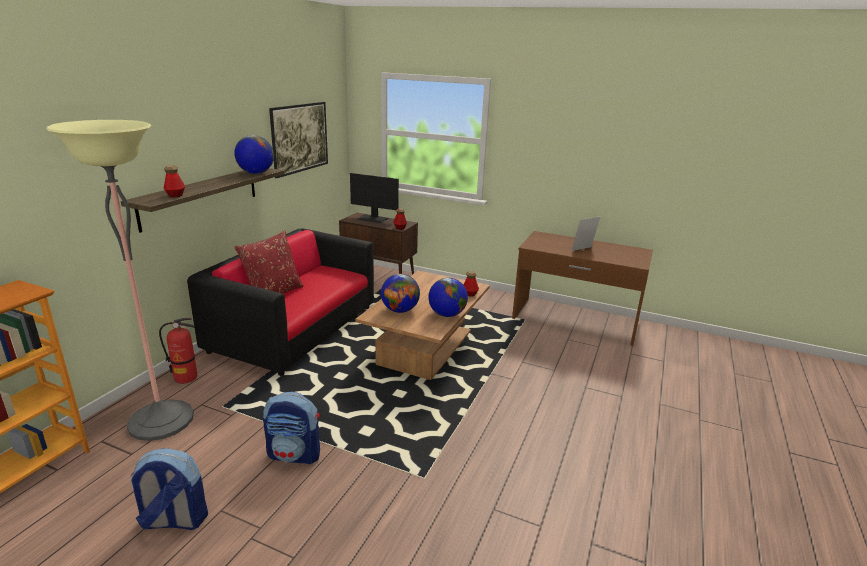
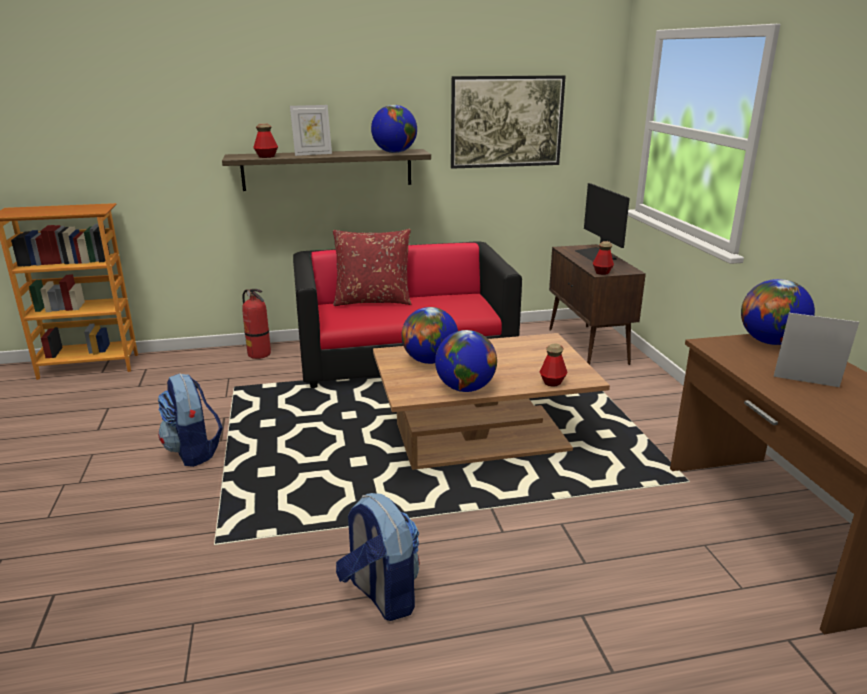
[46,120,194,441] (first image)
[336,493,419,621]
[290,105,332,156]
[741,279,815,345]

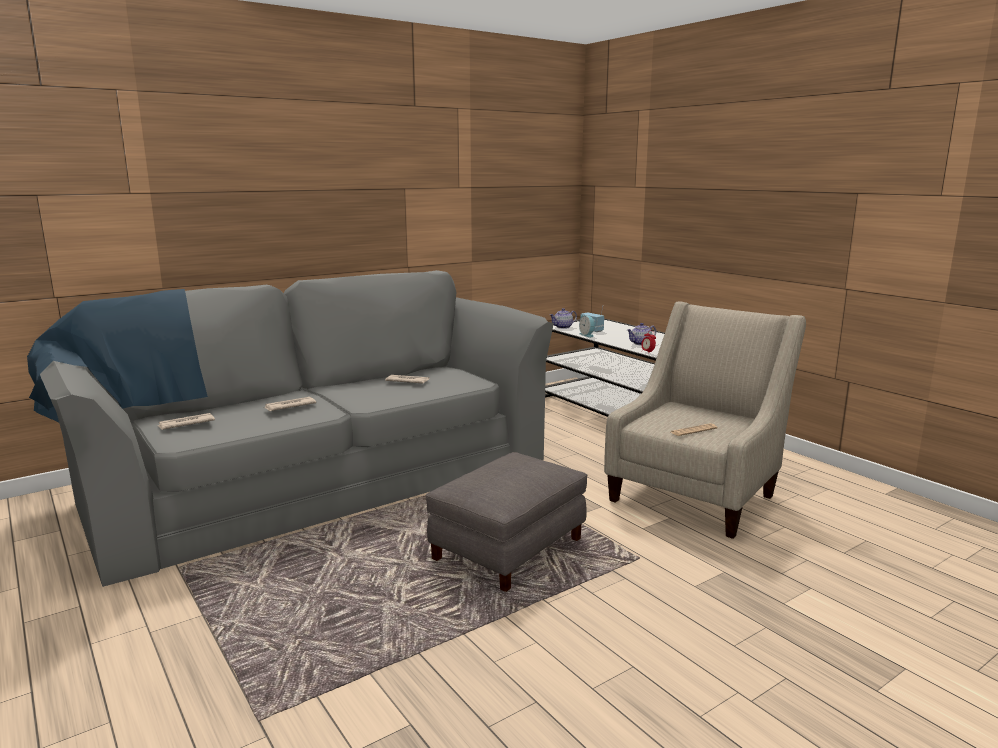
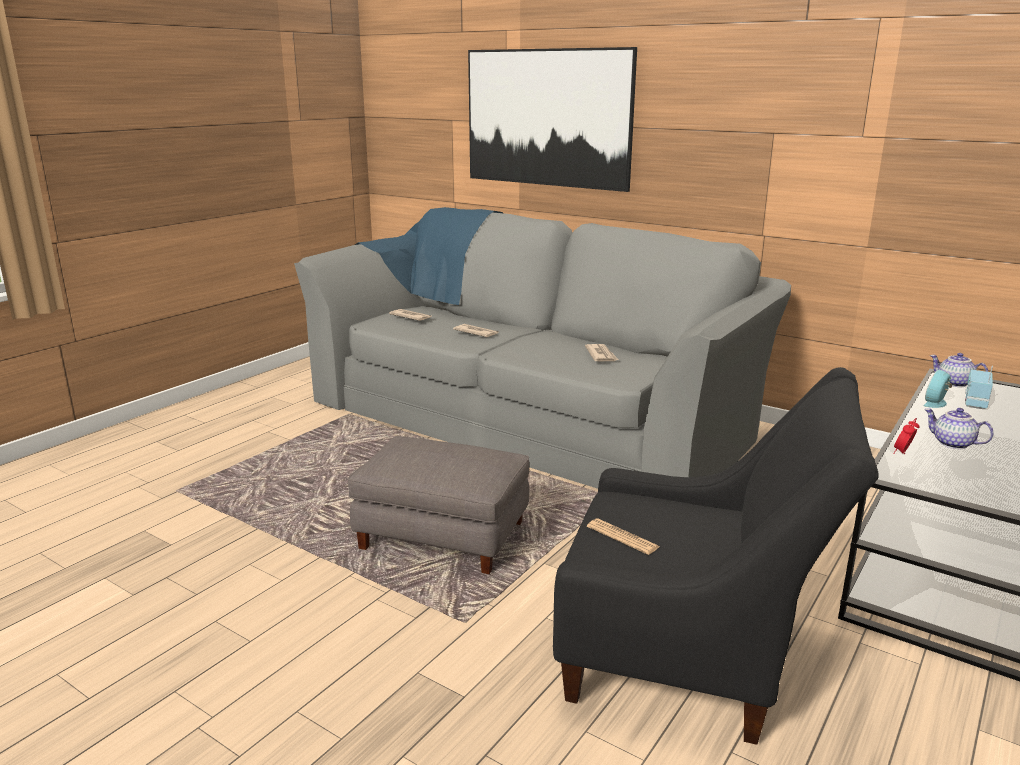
[553,367,879,745]
[468,47,637,192]

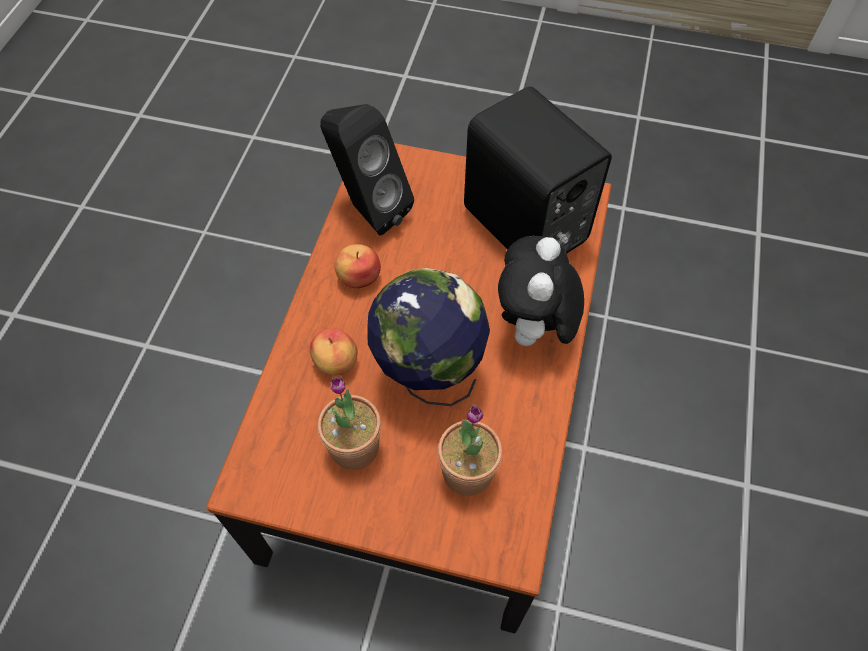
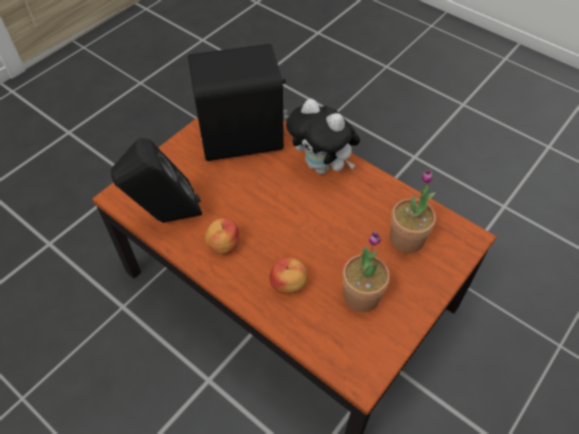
[367,268,490,406] (first image)

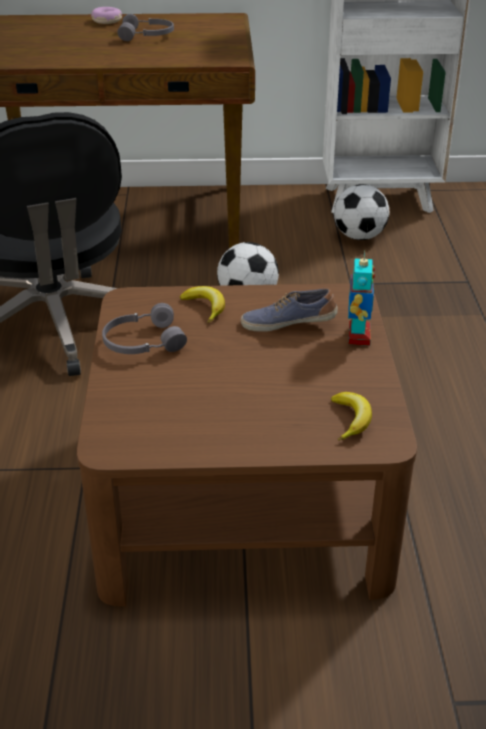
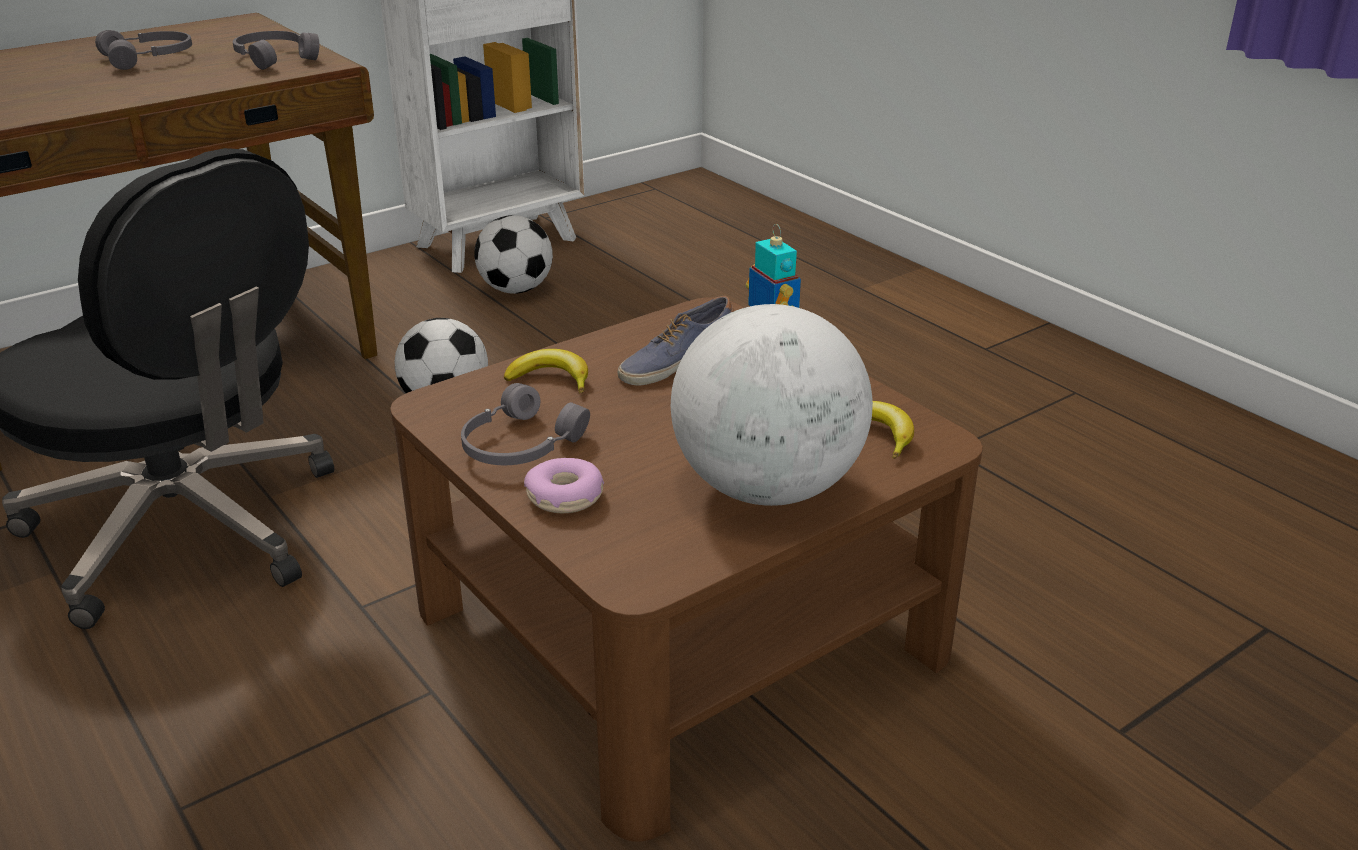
[524,458,604,513]
[233,31,319,70]
[671,304,873,506]

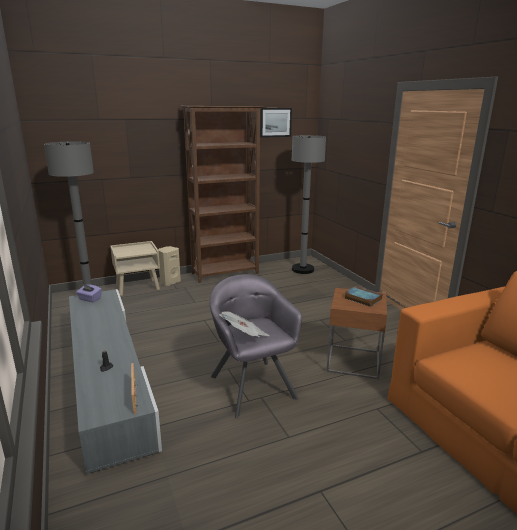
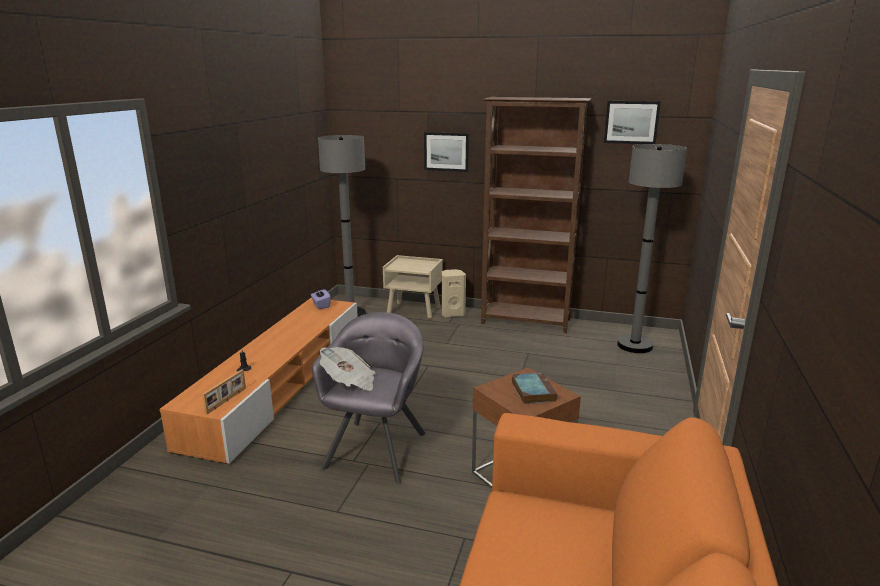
[159,298,358,464]
[424,132,469,172]

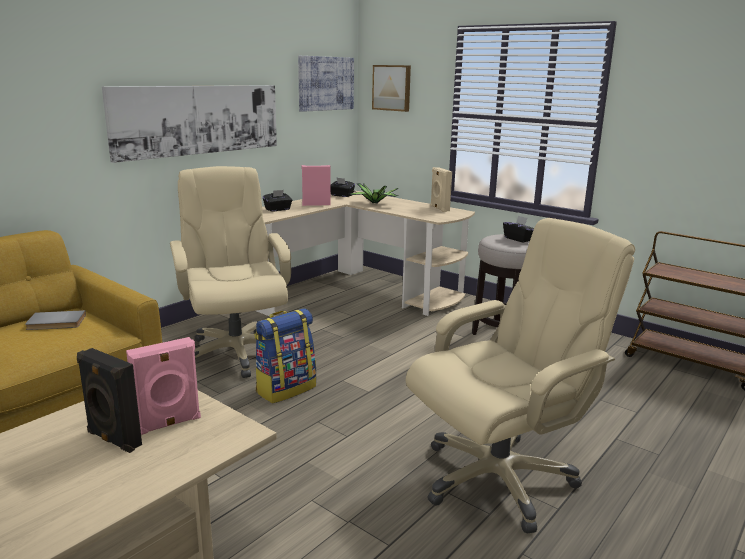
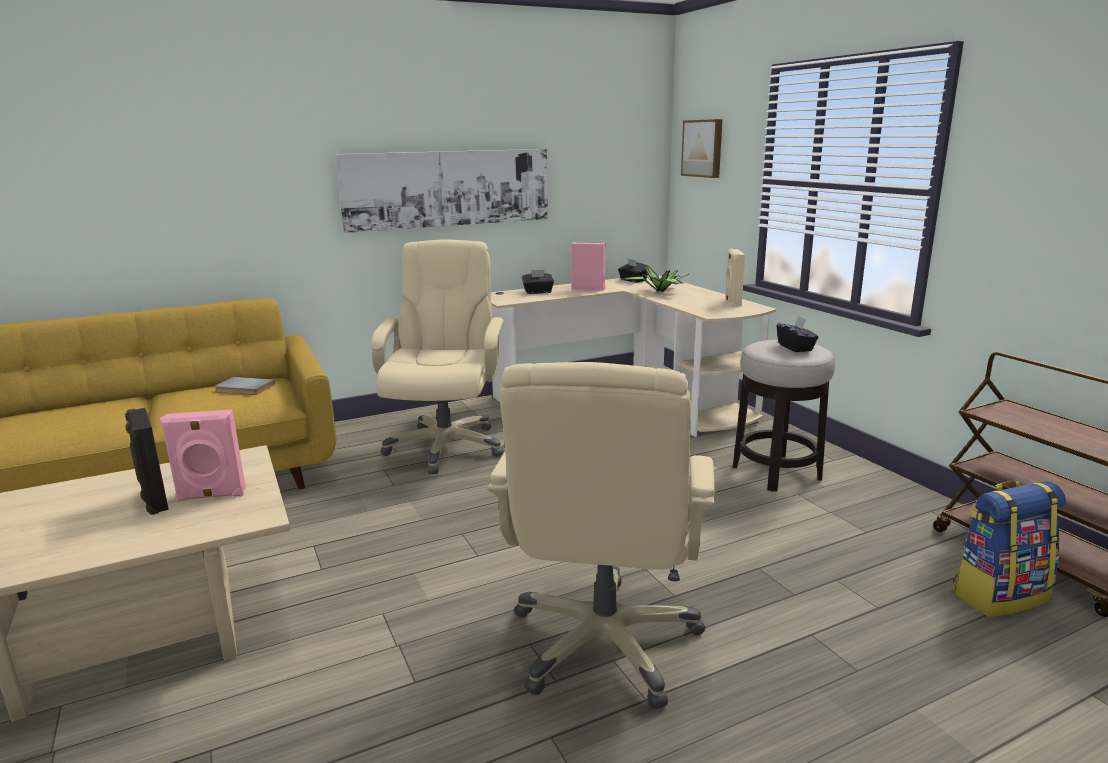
[953,481,1066,617]
[298,56,354,112] (first image)
[487,362,715,710]

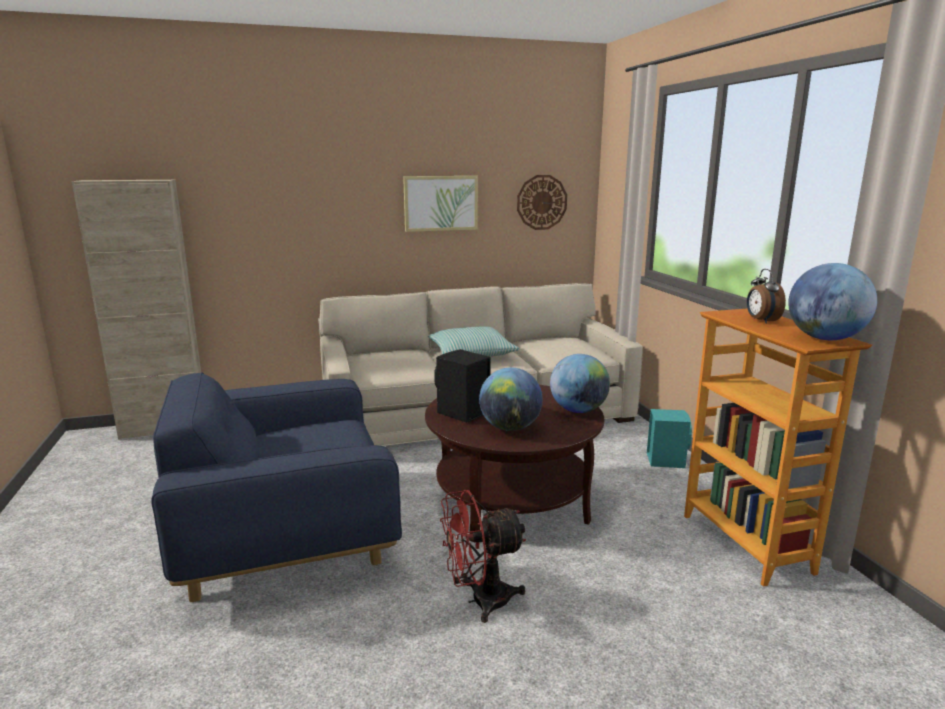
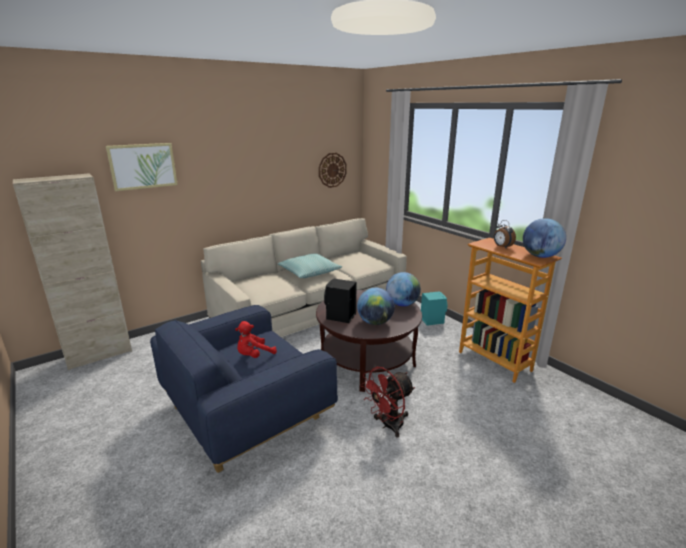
[106,143,178,191]
[235,321,277,358]

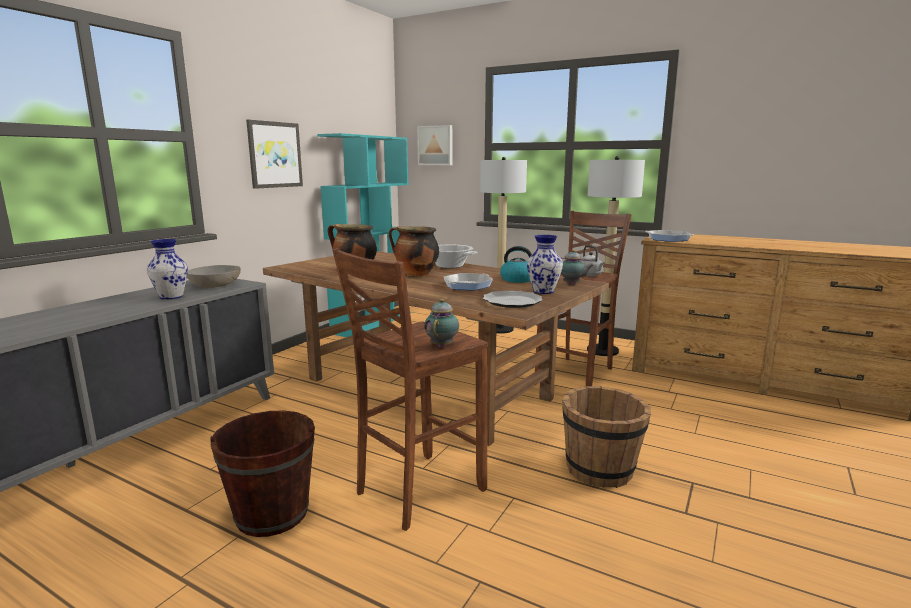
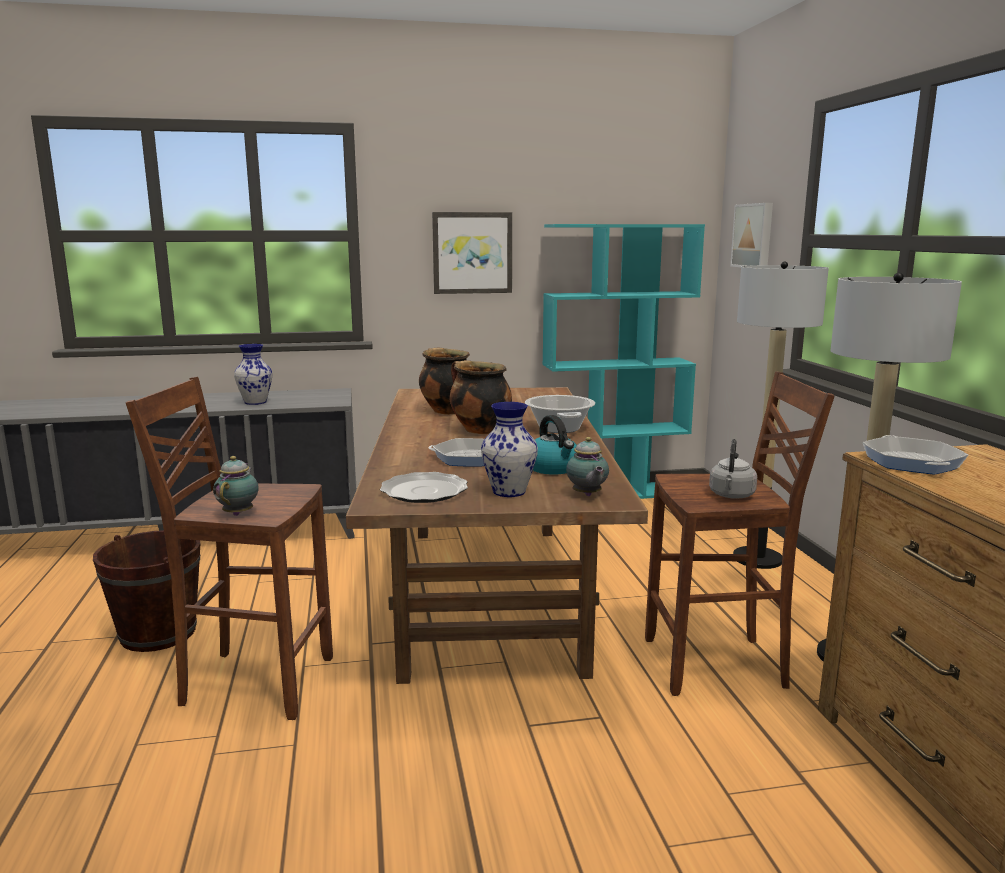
[187,265,241,288] (first image)
[213,456,259,516]
[562,386,651,488] (first image)

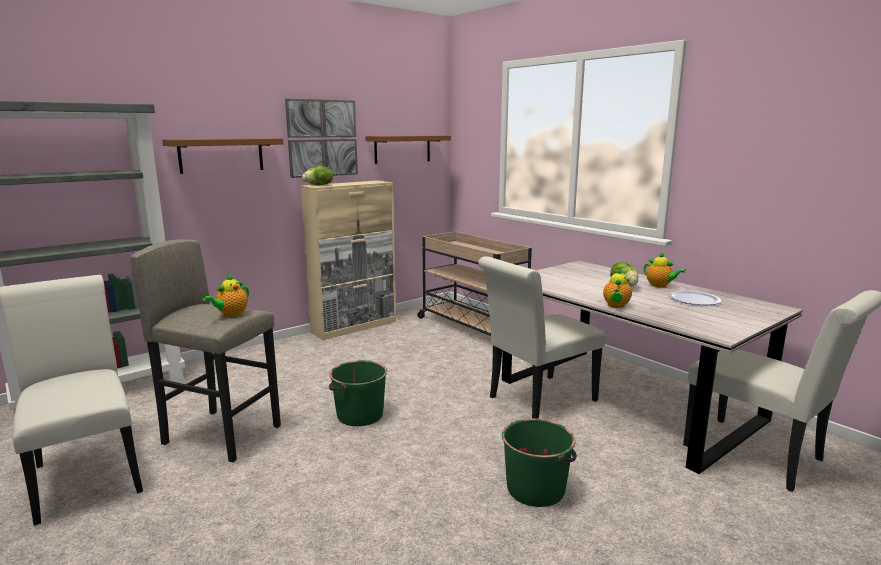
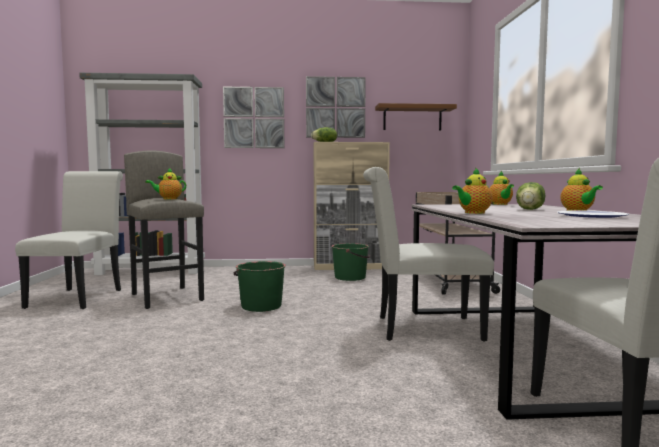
[223,86,284,148]
[331,243,370,281]
[490,171,514,205]

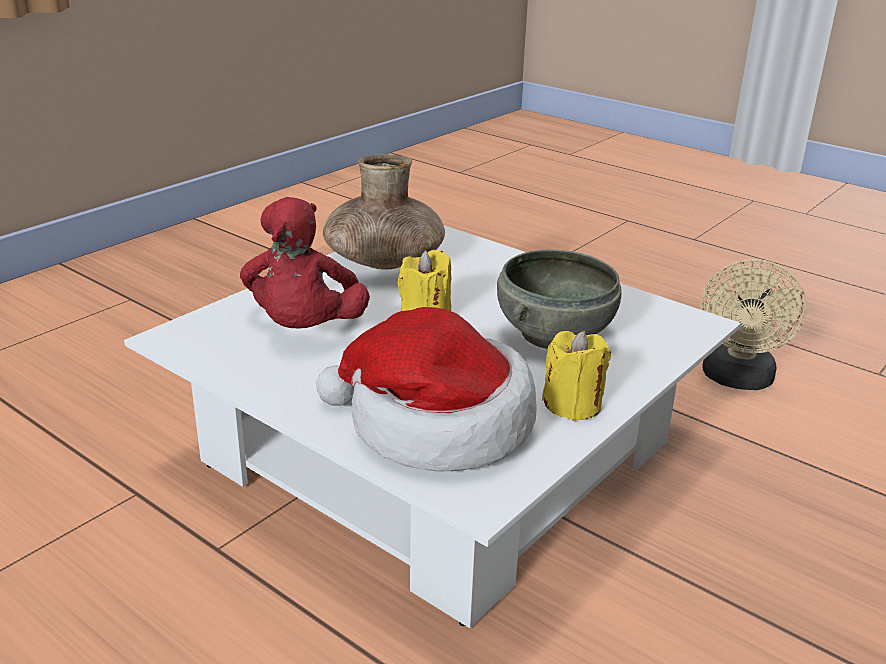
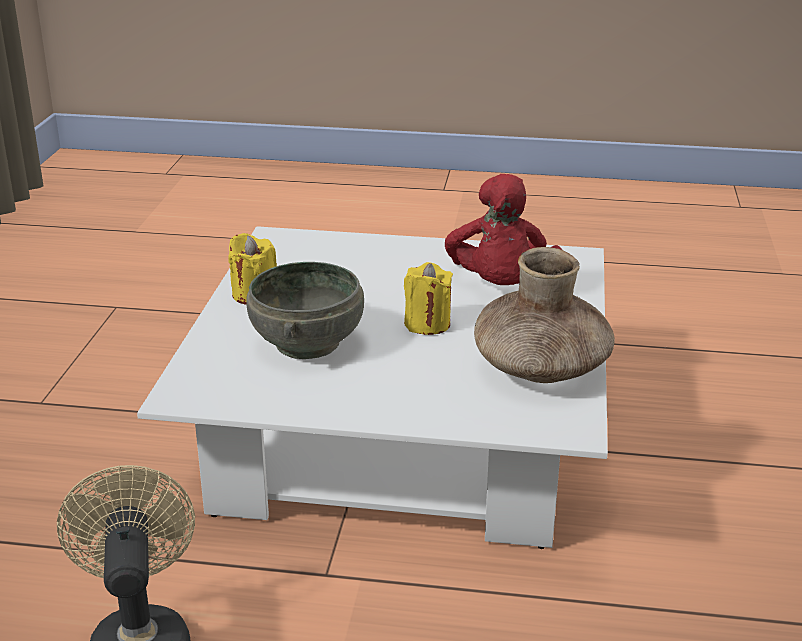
[445,174,562,285]
[316,307,537,471] (first image)

